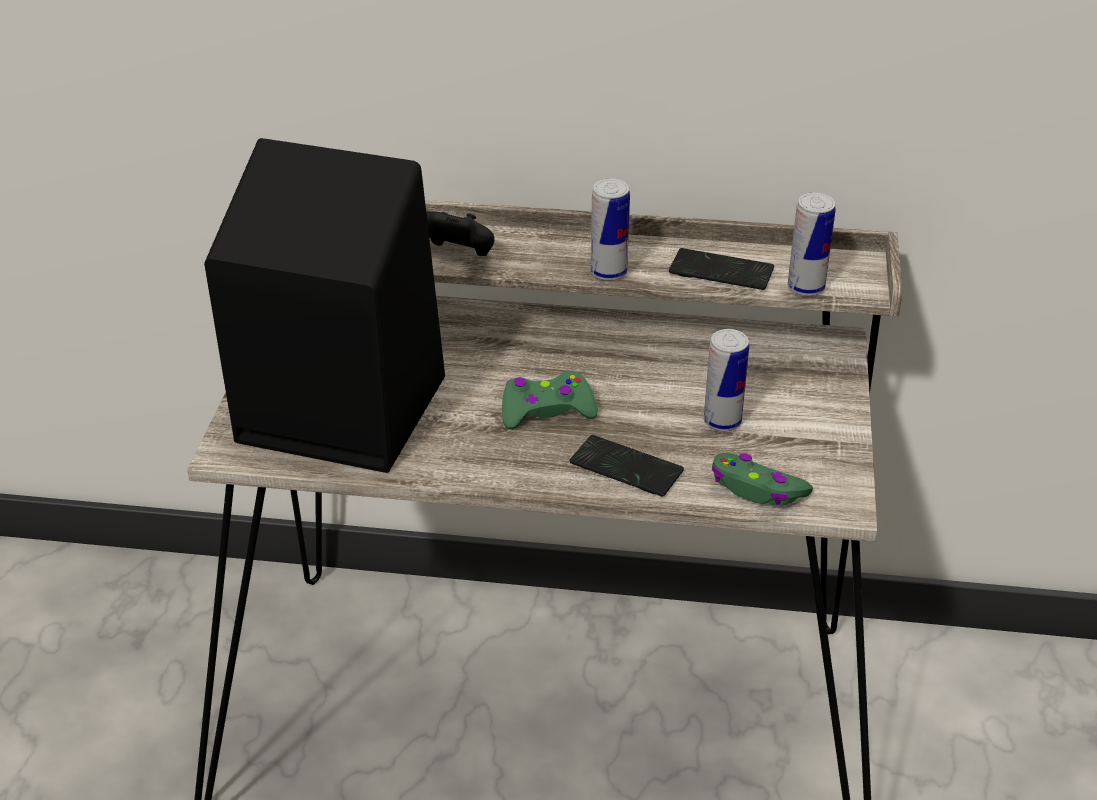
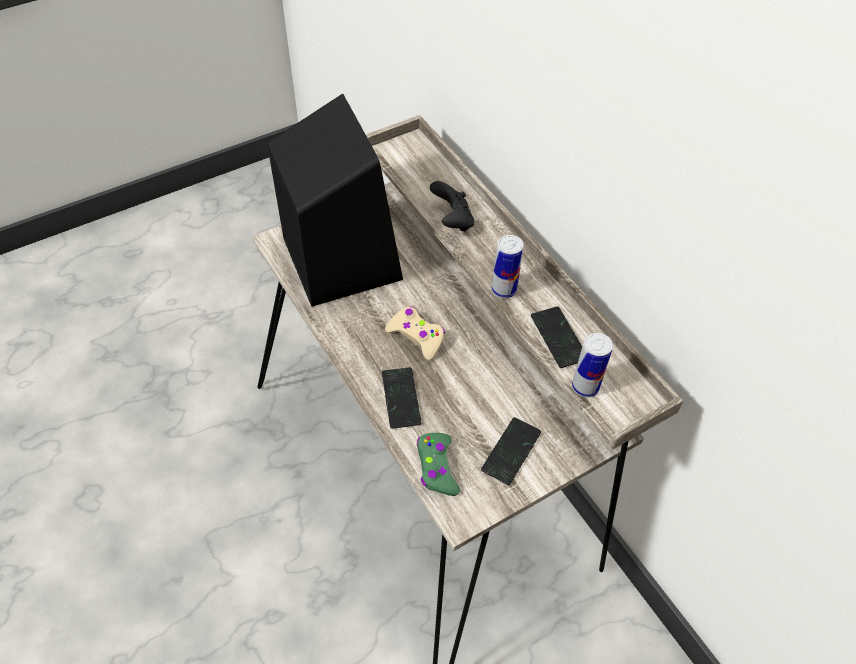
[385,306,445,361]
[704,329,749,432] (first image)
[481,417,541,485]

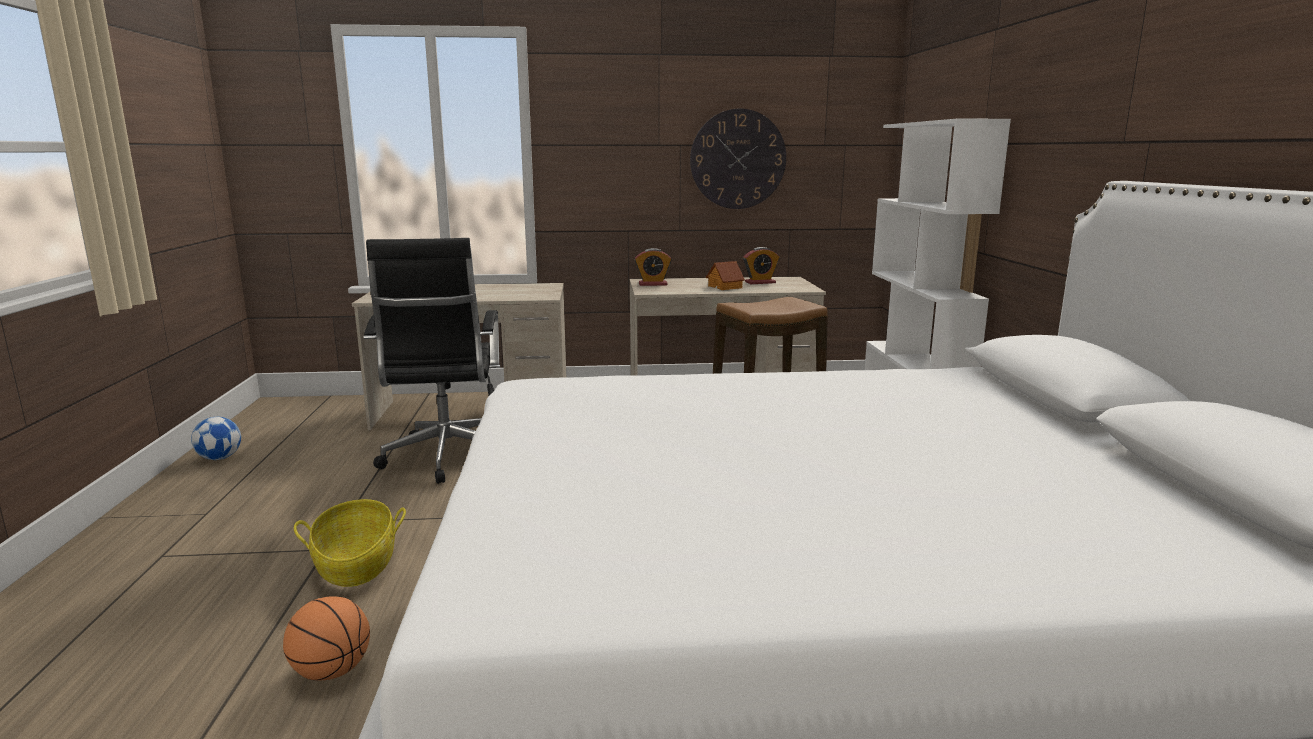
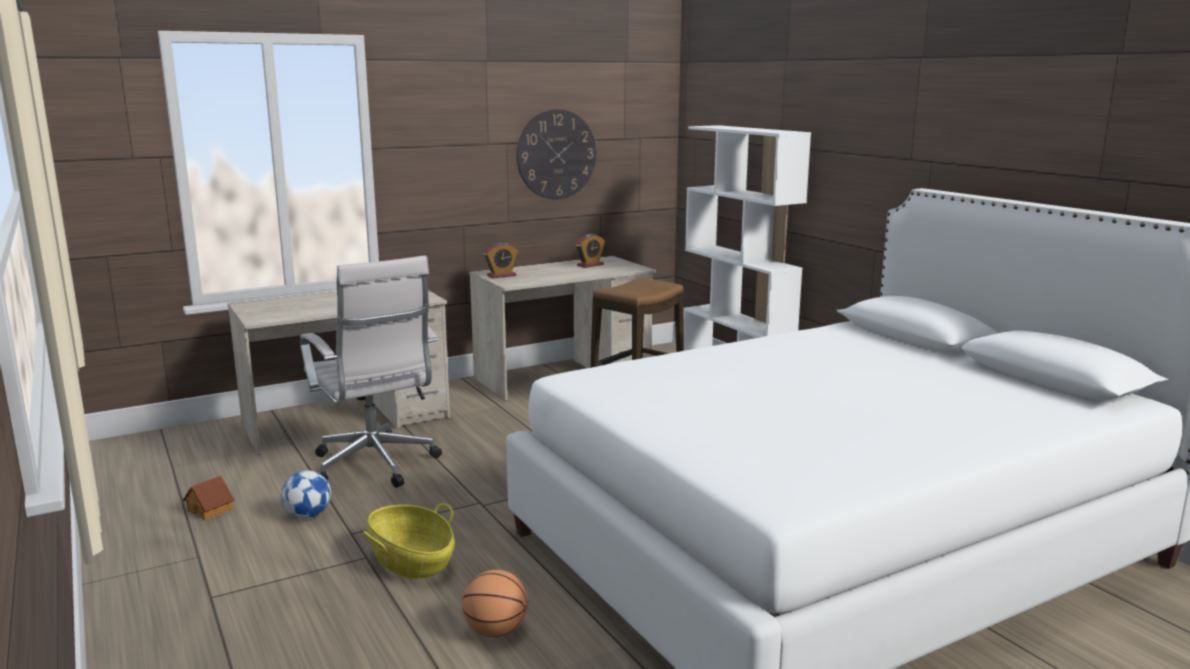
[281,470,331,518]
[300,255,442,488]
[183,475,235,520]

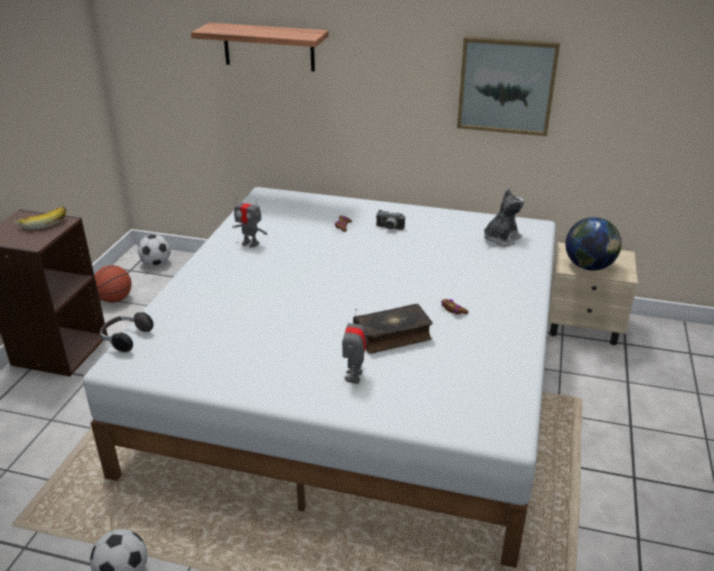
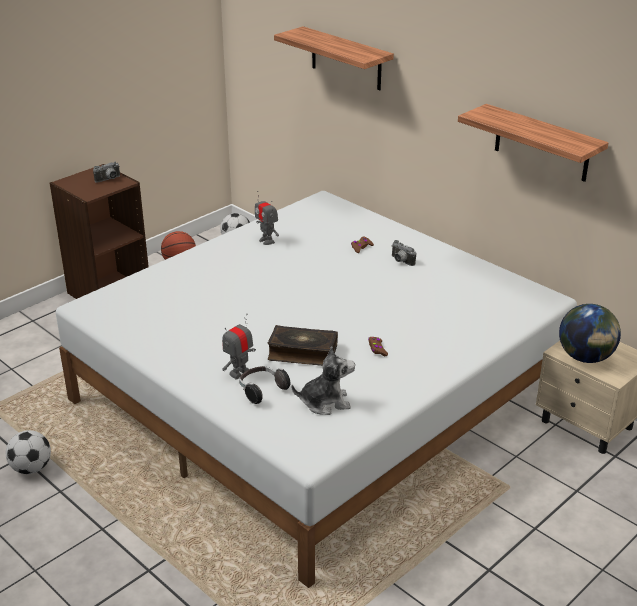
[93,162,120,182]
[239,366,290,404]
[458,104,608,182]
[291,346,355,415]

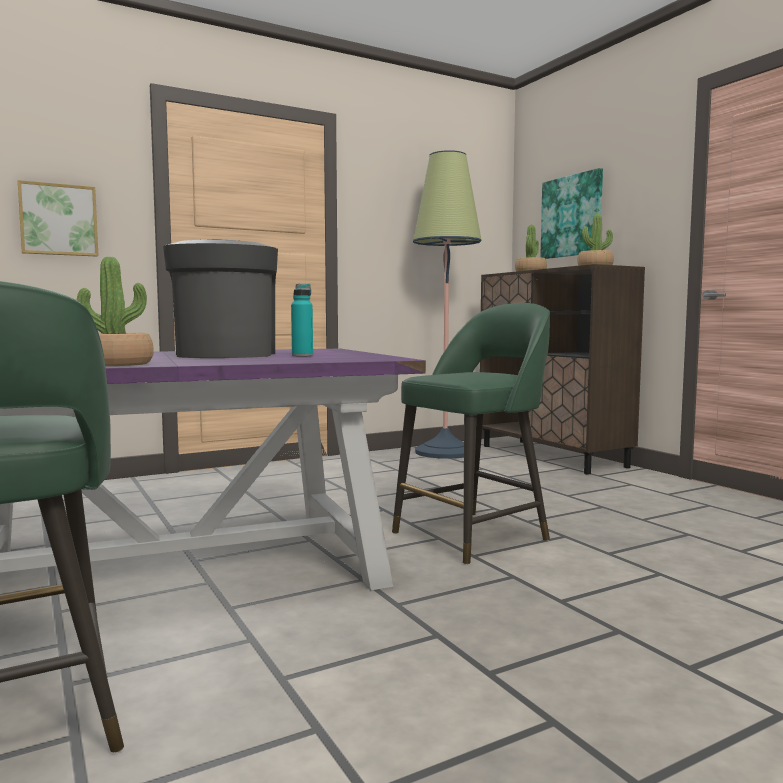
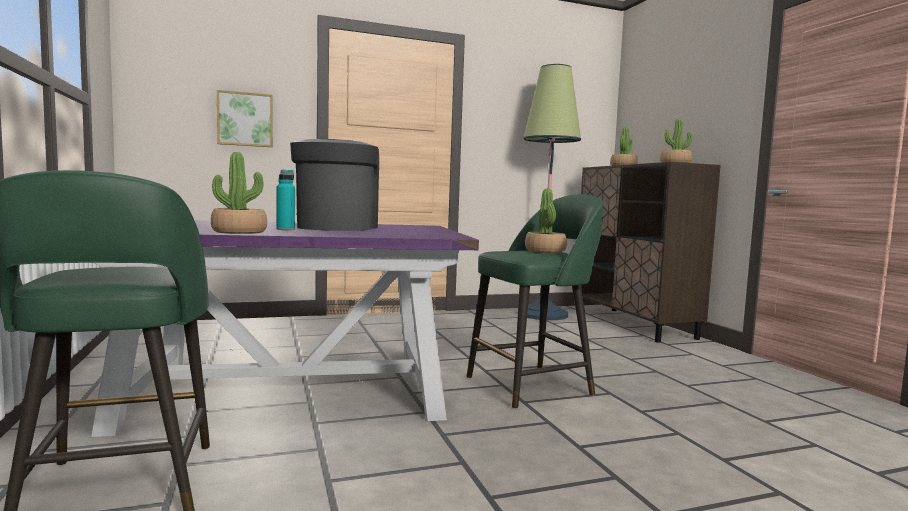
[277,170,295,230]
[540,168,603,259] (first image)
[525,188,567,253]

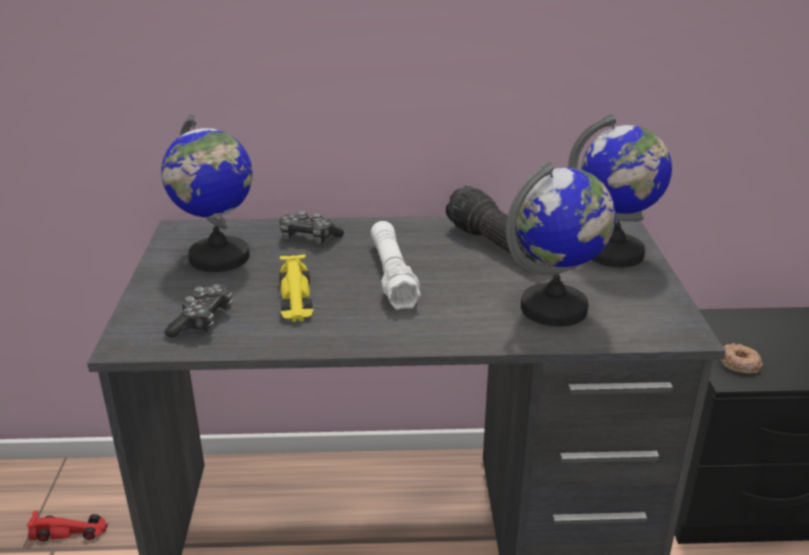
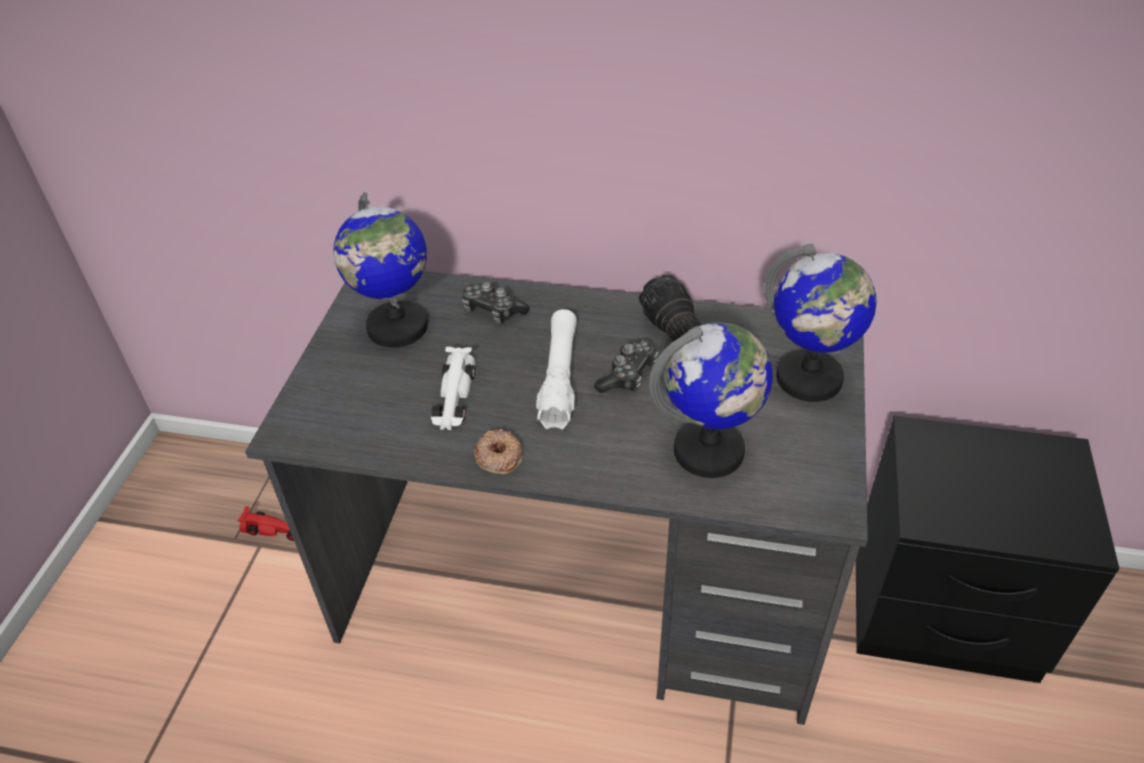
[594,340,658,393]
[431,347,476,430]
[474,429,523,474]

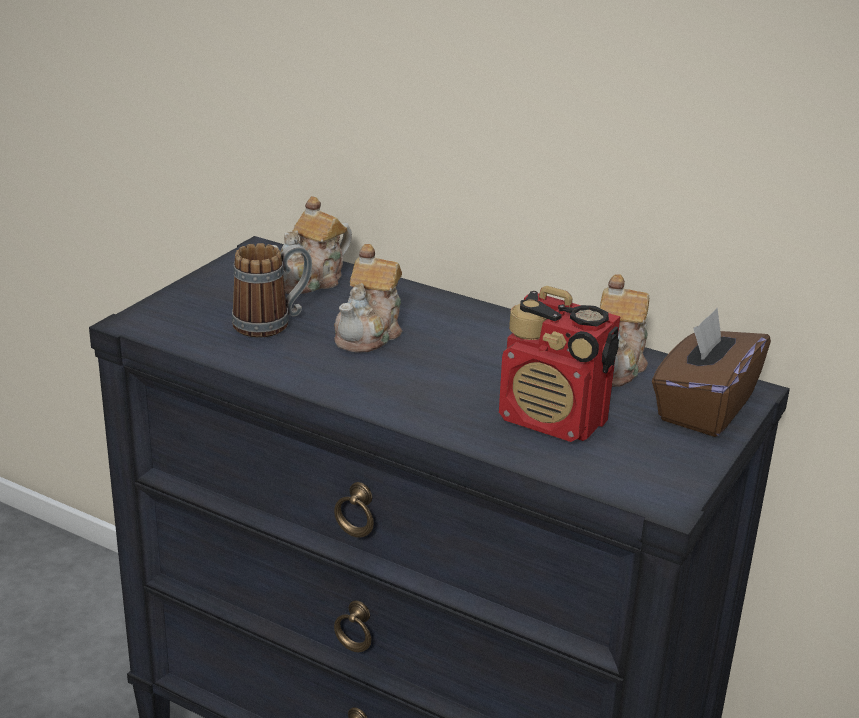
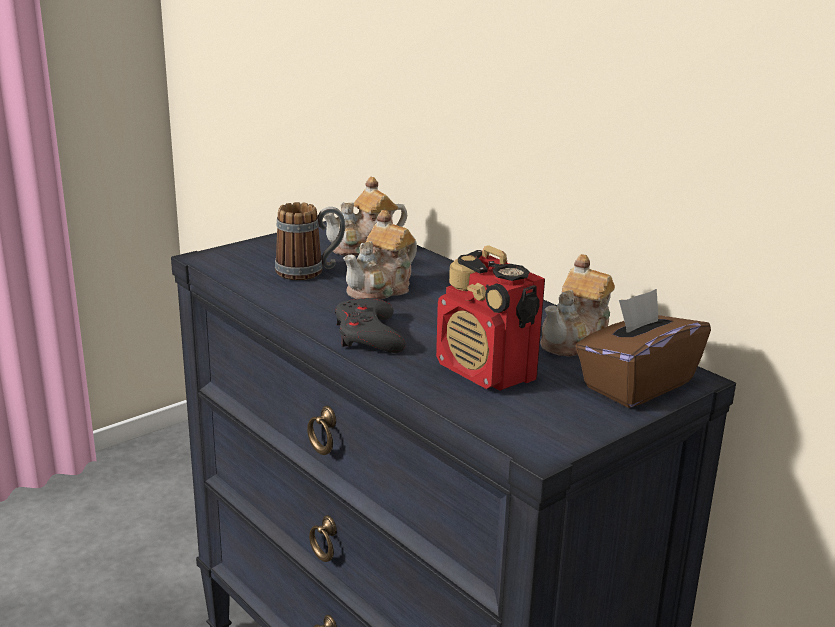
[335,298,406,353]

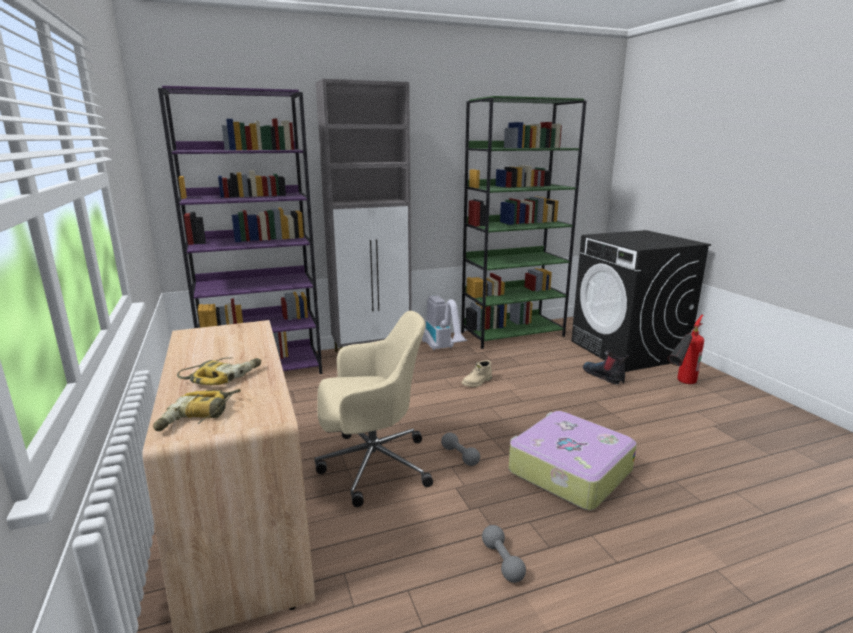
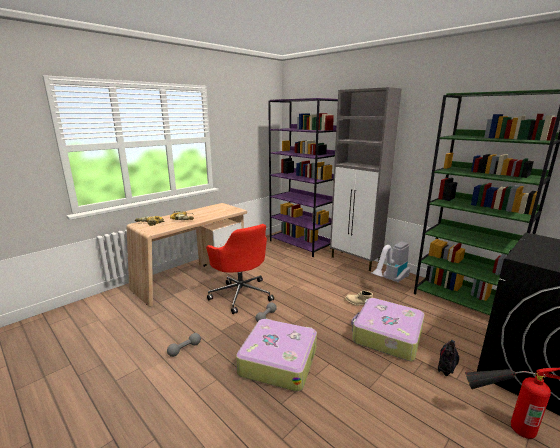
[206,224,274,314]
[351,298,425,361]

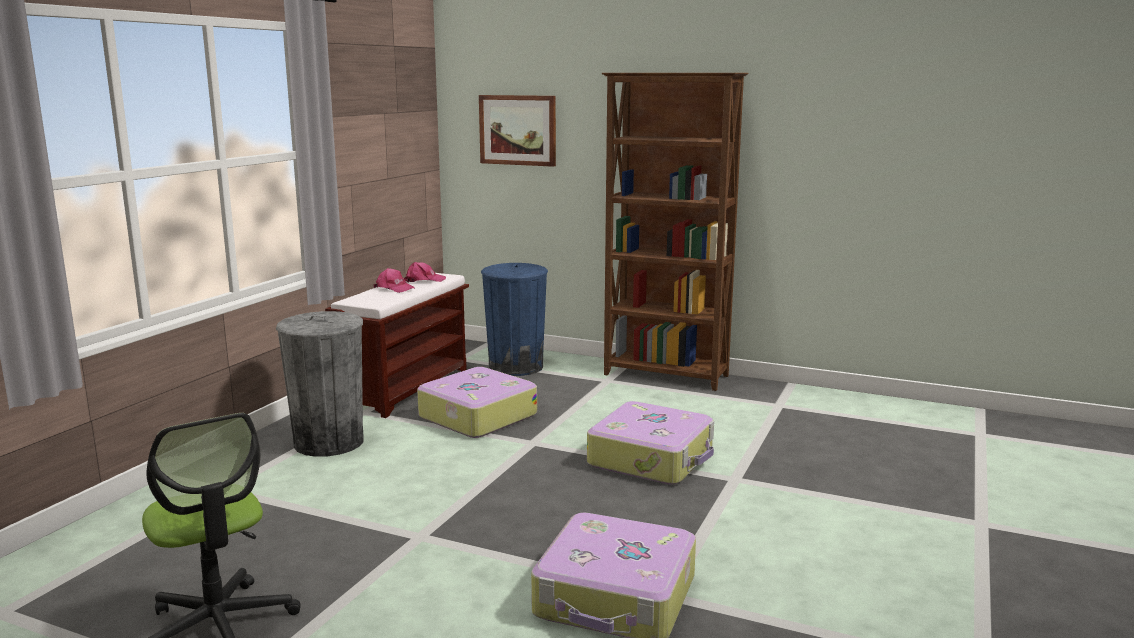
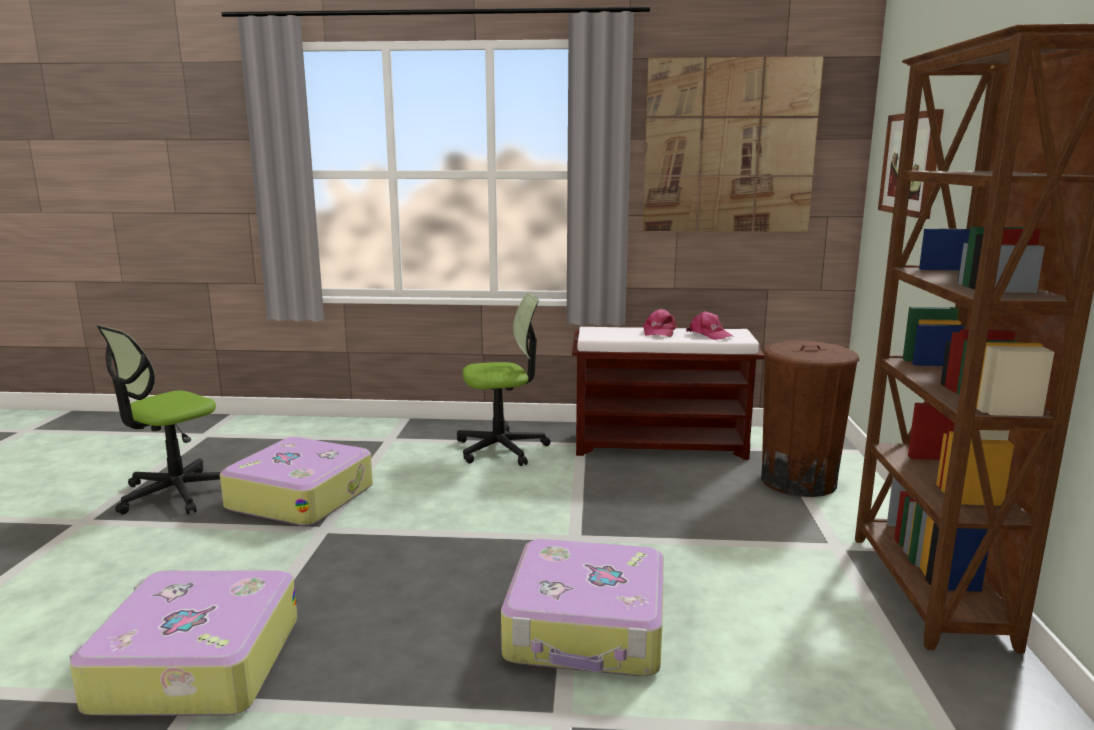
[457,293,550,466]
[220,437,373,526]
[761,341,859,497]
[643,56,824,232]

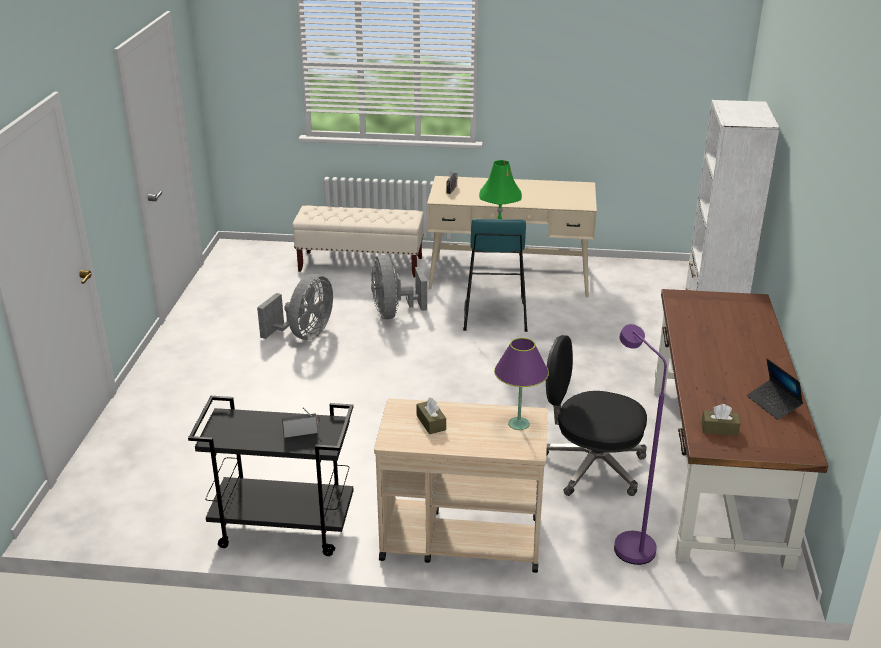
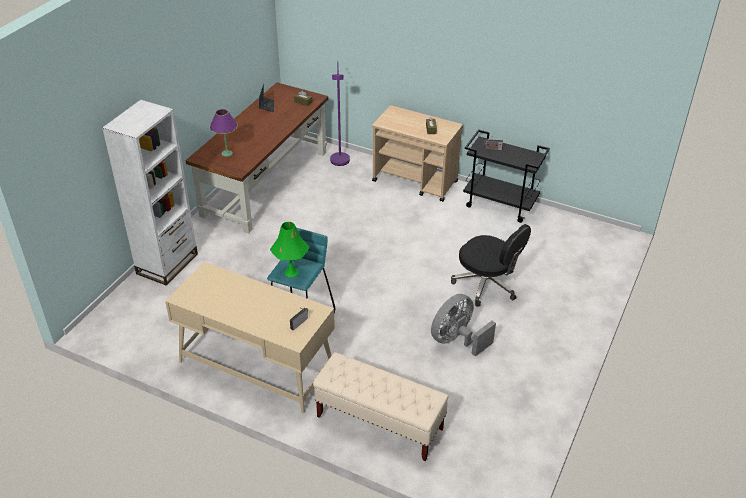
[371,255,427,319] (first image)
[210,109,238,157]
[451,224,531,307]

